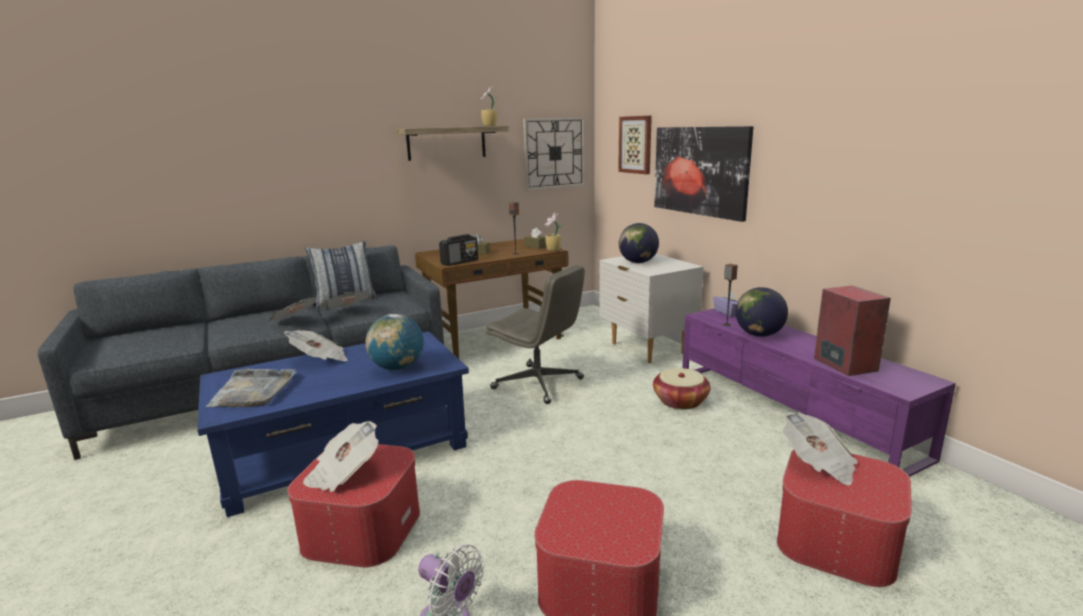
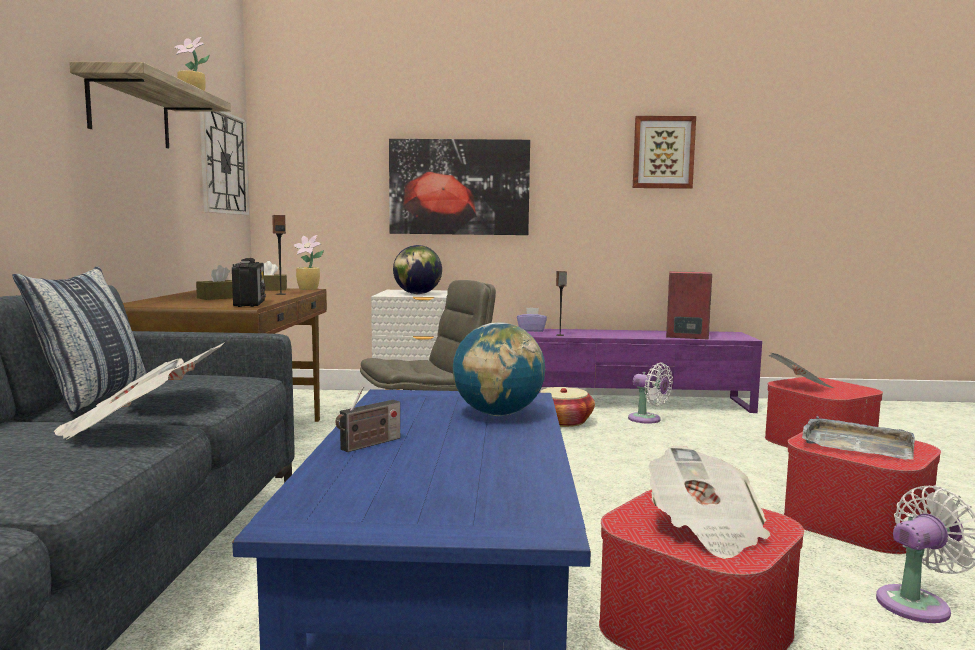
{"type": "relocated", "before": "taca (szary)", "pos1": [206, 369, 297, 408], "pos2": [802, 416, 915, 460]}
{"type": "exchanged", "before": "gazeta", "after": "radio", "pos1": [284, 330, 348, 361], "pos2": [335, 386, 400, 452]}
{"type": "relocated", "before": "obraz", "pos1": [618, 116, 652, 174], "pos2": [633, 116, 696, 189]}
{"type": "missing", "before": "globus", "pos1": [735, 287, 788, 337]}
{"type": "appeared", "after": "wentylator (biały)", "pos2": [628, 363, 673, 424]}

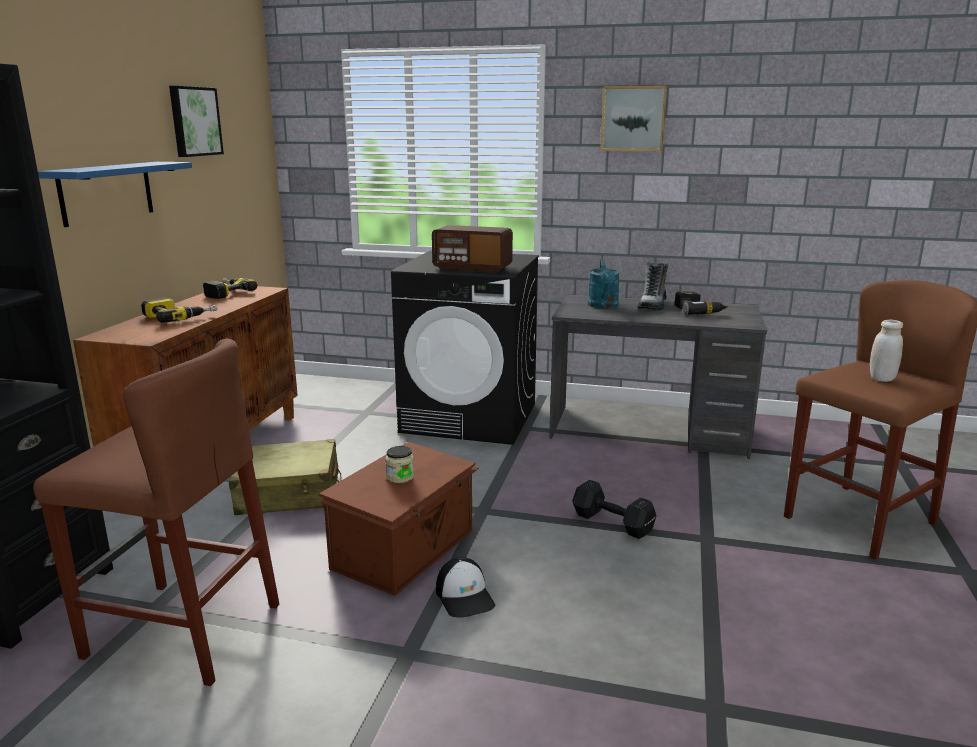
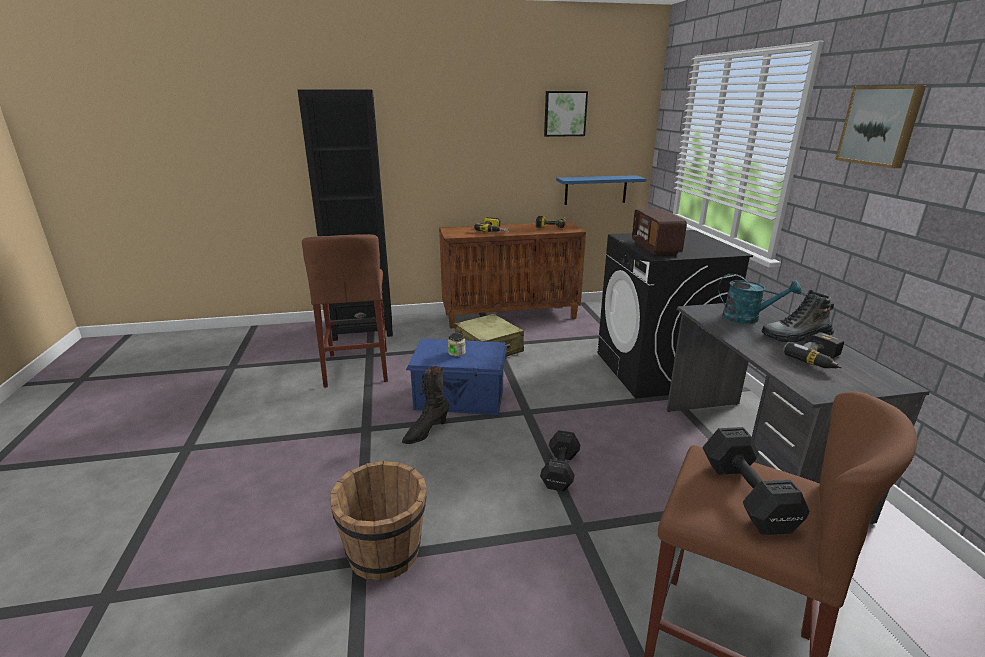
{"type": "relocated", "before": "półka (niebieski)", "pos1": [38, 162, 192, 227], "pos2": [556, 175, 646, 205]}
{"type": "colour", "before": "pojemnik do przechowywania (brązowy)", "after": "pojemnik do przechowywania (niebieski)", "pos1": [319, 442, 479, 596], "pos2": [406, 338, 507, 415]}
{"type": "exchanged", "before": "czapka z daszkiem", "after": "but z cholewką (czarny)", "pos1": [436, 557, 495, 618], "pos2": [402, 366, 449, 444]}
{"type": "spun", "before": "konewka (turkusowy)", "pos1": [588, 259, 620, 309], "pos2": [718, 273, 802, 324], "turn": -135}
{"type": "exchanged", "before": "słoik (biały)", "after": "hantel (czarny)", "pos1": [870, 320, 903, 382], "pos2": [702, 427, 810, 535]}
{"type": "appeared", "after": "wiadro (brązowy)", "pos2": [330, 461, 427, 580]}

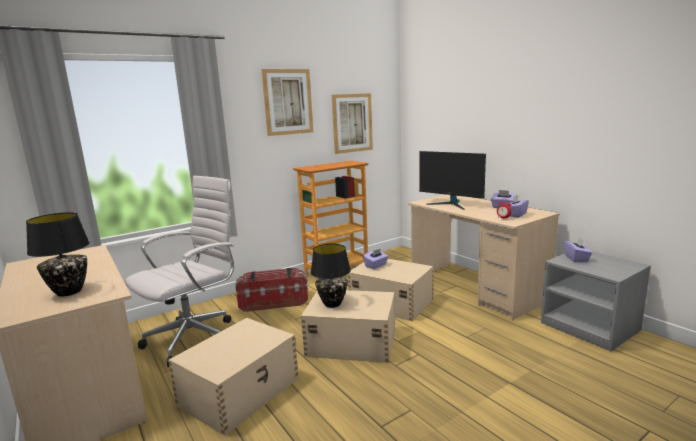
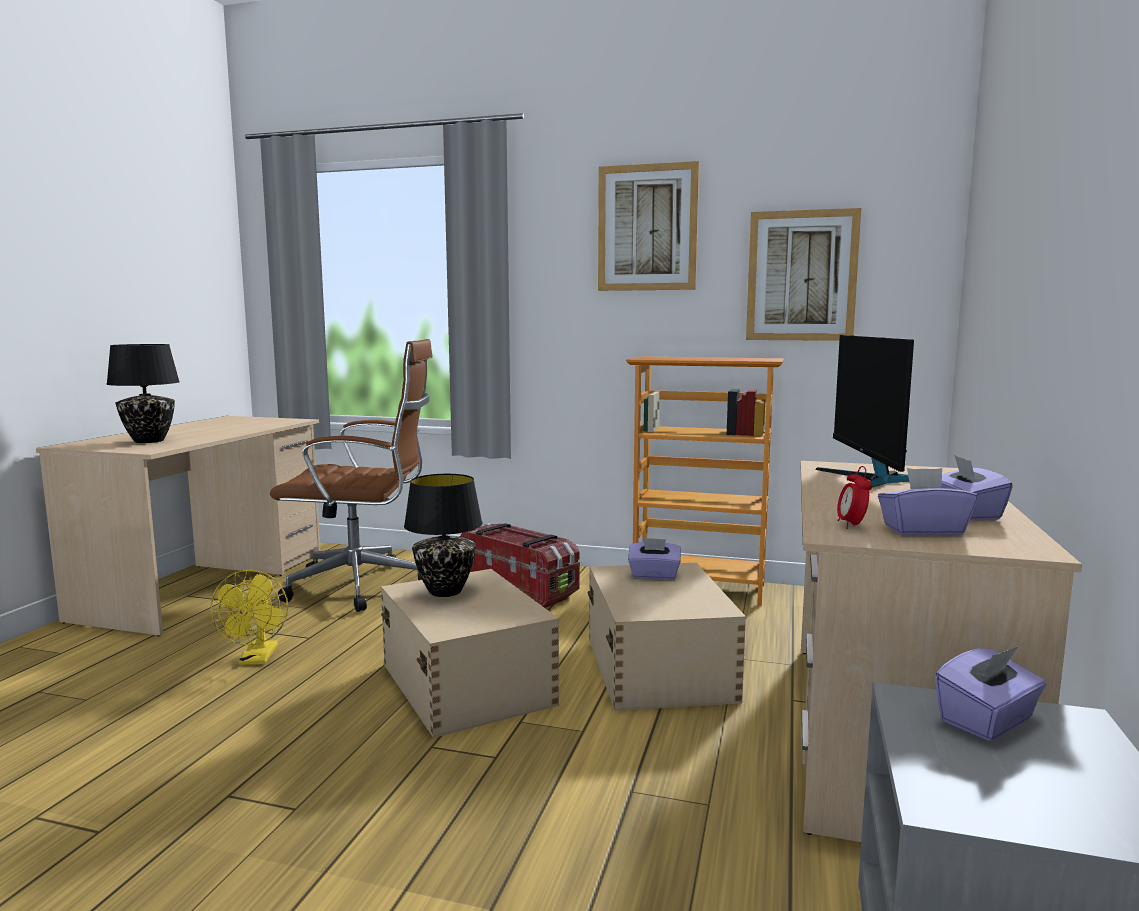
{"type": "colour", "before": "krzesło biurowe (biały)", "after": "krzesło biurowe (brązowy)", "pos1": [125, 176, 234, 367], "pos2": [270, 339, 433, 612]}
{"type": "exchanged", "before": "pojemnik do przechowywania (beżowy)", "after": "wentylator (żółty)", "pos1": [168, 318, 299, 436], "pos2": [210, 570, 288, 665]}

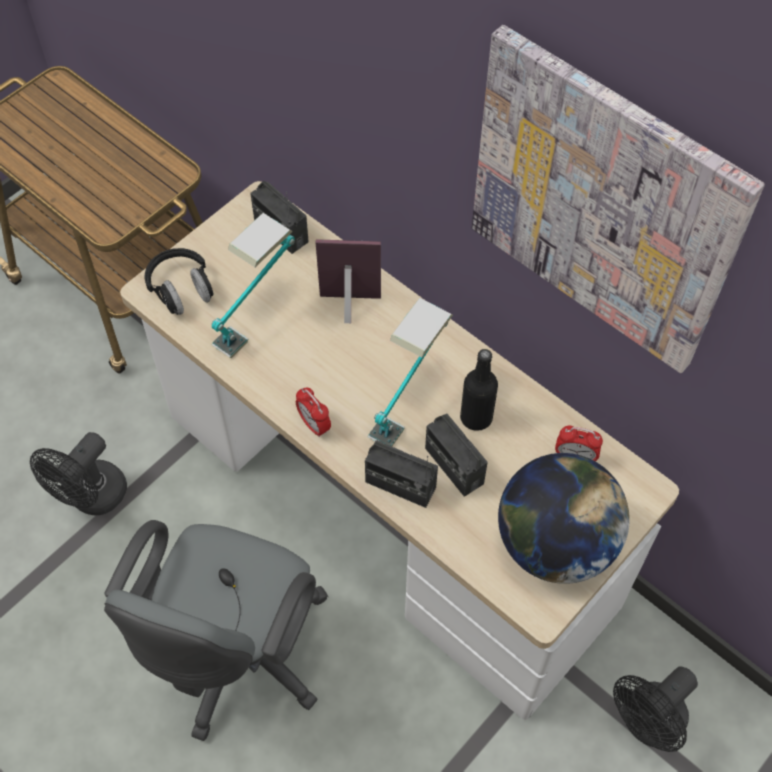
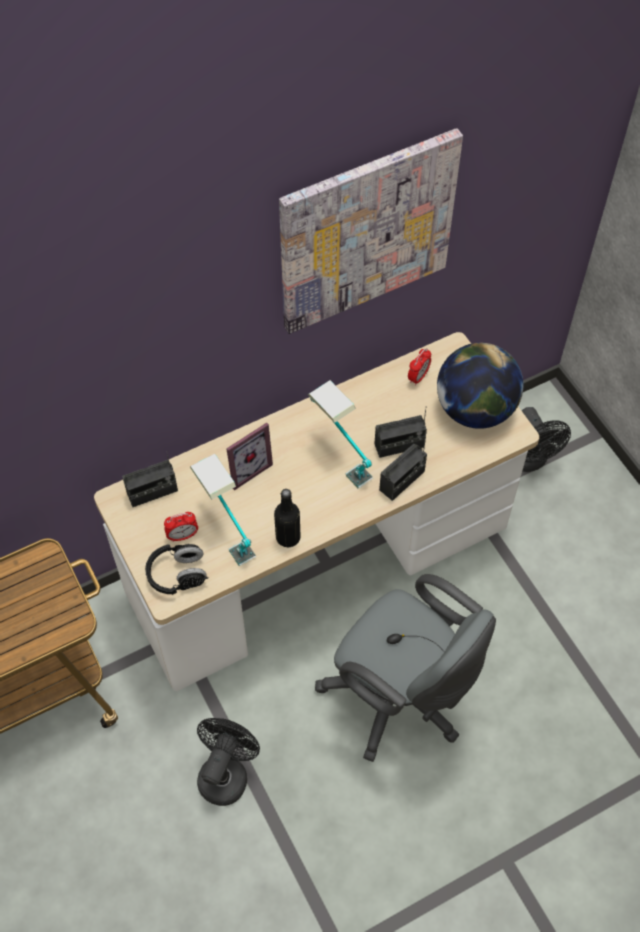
{"type": "spun", "before": "wentylator (czarny)", "pos1": [30, 432, 127, 516], "pos2": [197, 718, 260, 806], "turn": -120}
{"type": "relocated", "before": "budzik", "pos1": [296, 388, 331, 437], "pos2": [164, 512, 198, 542]}
{"type": "spun", "before": "ramka na zdjęcie", "pos1": [316, 239, 381, 323], "pos2": [227, 423, 273, 490], "turn": -150}
{"type": "relocated", "before": "butelka (czarny)", "pos1": [460, 349, 498, 431], "pos2": [274, 489, 300, 547]}

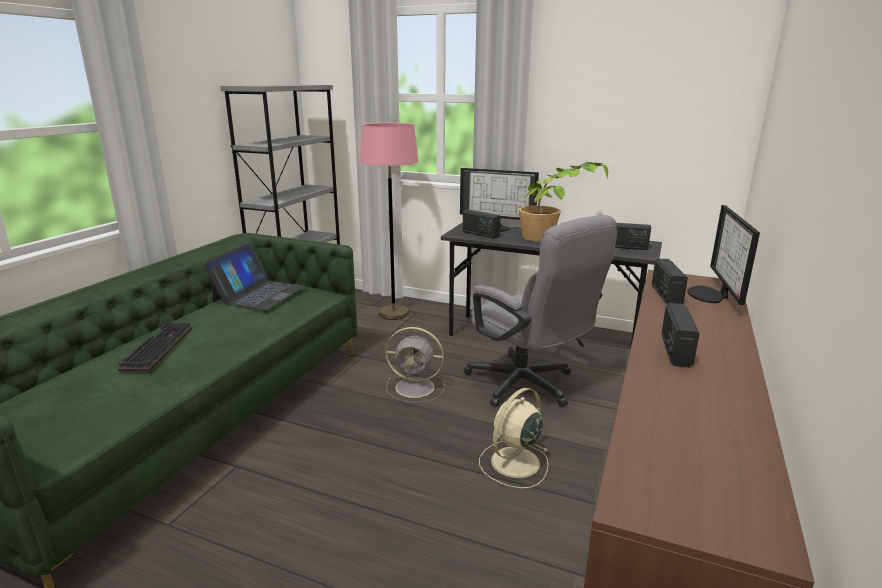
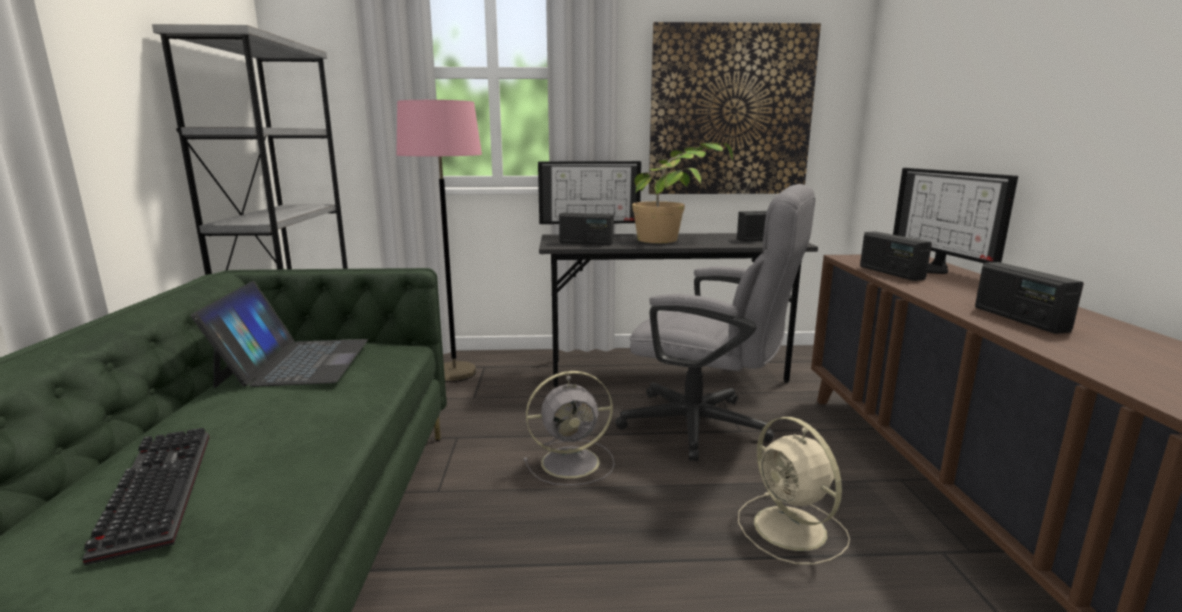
{"type": "spun", "before": "wentylator (beżowy)", "pos1": [479, 388, 549, 489], "pos2": [738, 417, 850, 565], "turn": -45}
{"type": "appeared", "after": "obraz", "pos2": [649, 22, 821, 194]}

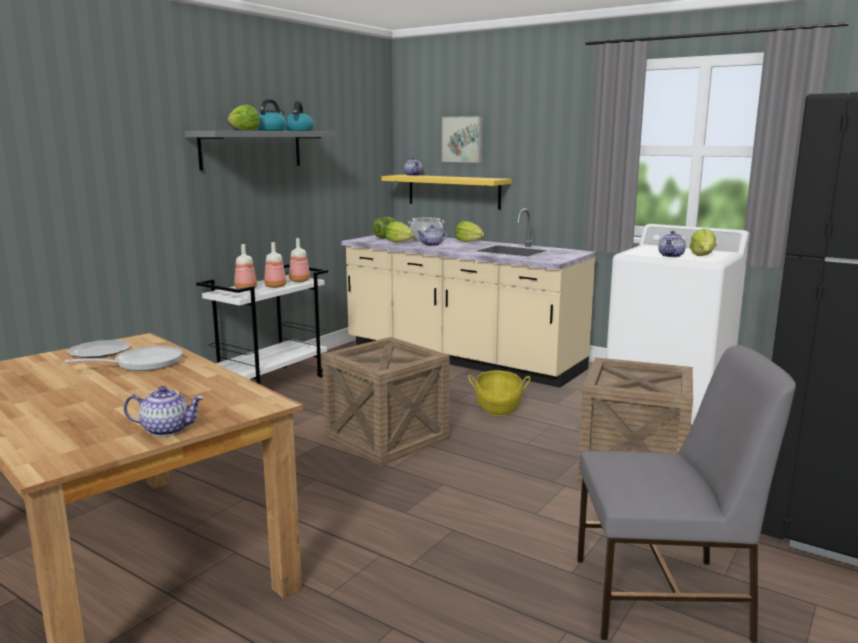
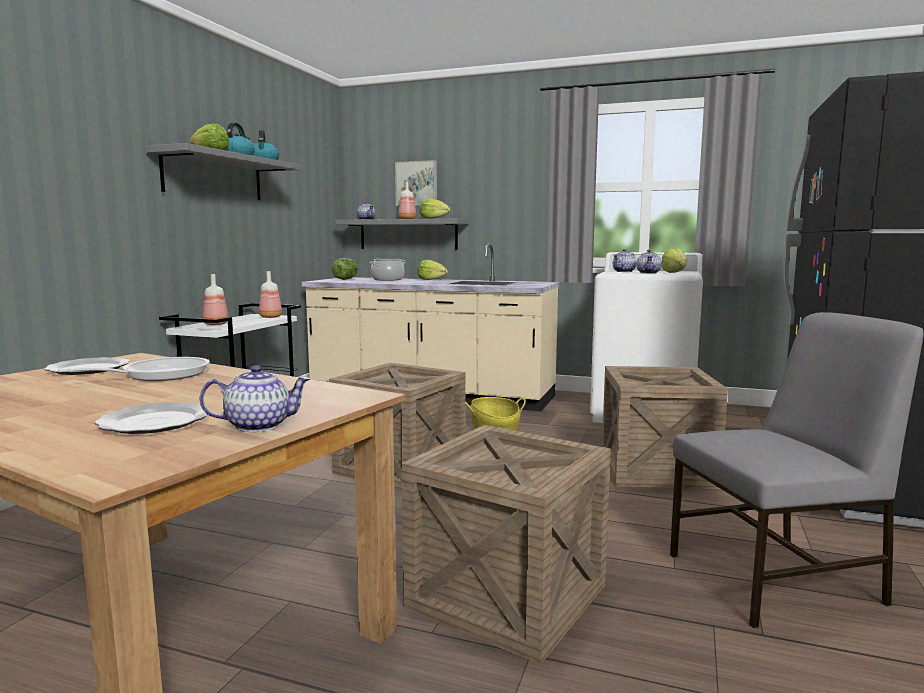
{"type": "relocated", "before": "butelka", "pos1": [264, 242, 286, 288], "pos2": [398, 182, 416, 219]}
{"type": "colour", "before": "półka (żółty)", "after": "półka (szary)", "pos1": [381, 175, 512, 210], "pos2": [335, 219, 468, 250]}
{"type": "relocated", "before": "sałata", "pos1": [385, 221, 414, 242], "pos2": [420, 198, 451, 219]}
{"type": "relocated", "before": "imbryk", "pos1": [417, 225, 447, 246], "pos2": [613, 249, 636, 272]}
{"type": "appeared", "after": "talerz", "pos2": [95, 402, 210, 434]}
{"type": "appeared", "after": "skrzynka", "pos2": [401, 425, 611, 664]}

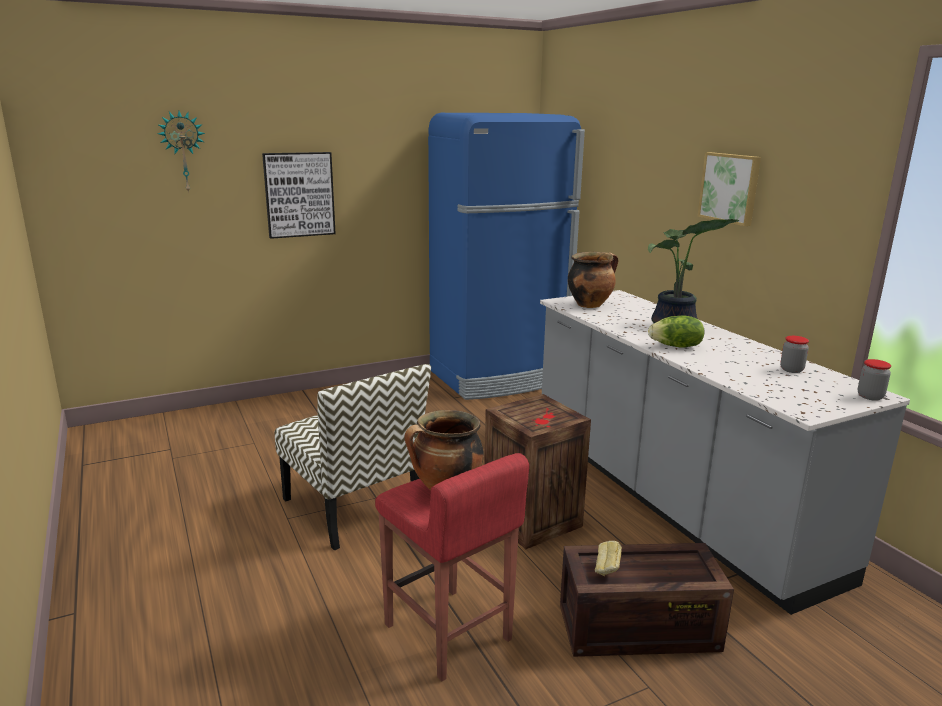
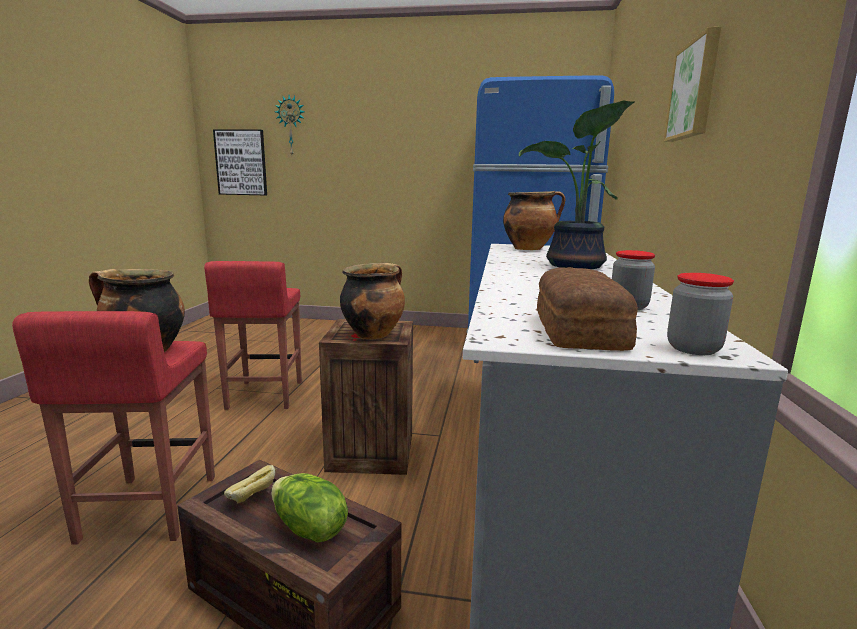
{"type": "relocated", "before": "obraz", "pos1": [262, 152, 336, 239], "pos2": [213, 130, 267, 195]}
{"type": "exchanged", "before": "krzesło", "after": "stołek (czerwony)", "pos1": [275, 364, 431, 550], "pos2": [204, 261, 302, 409]}
{"type": "relocated", "before": "sałata", "pos1": [648, 316, 704, 348], "pos2": [271, 473, 348, 543]}
{"type": "appeared", "after": "garnek", "pos2": [340, 263, 405, 339]}
{"type": "appeared", "after": "chleb", "pos2": [537, 267, 638, 351]}

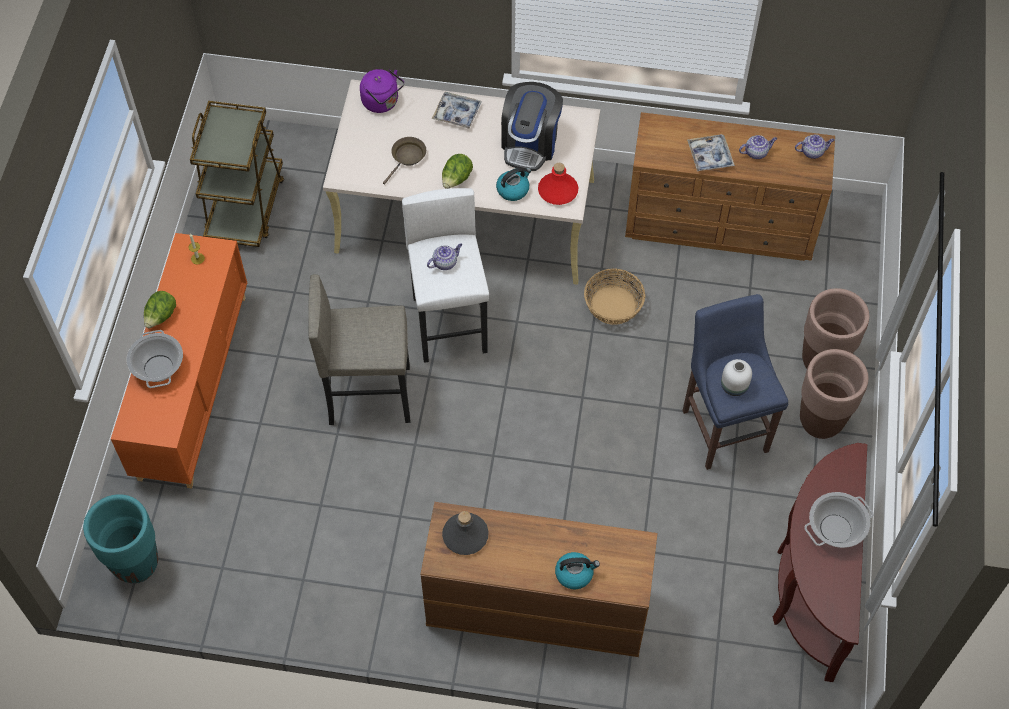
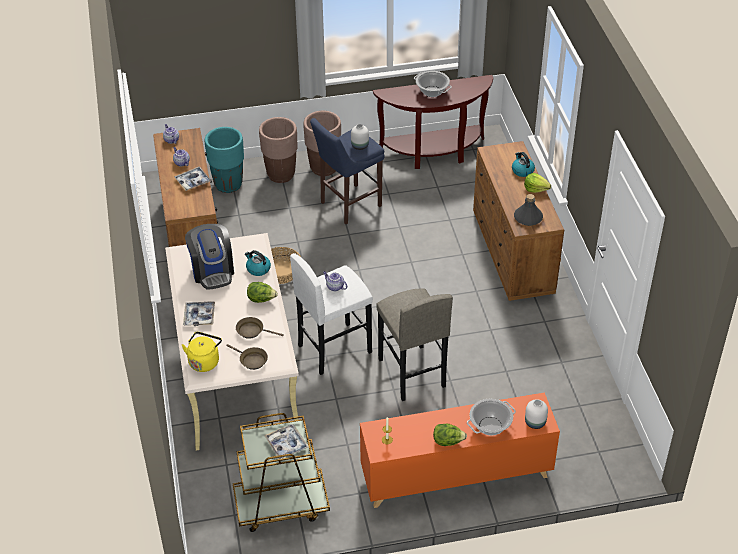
{"type": "relocated", "before": "donica (turkusowy)", "pos1": [83, 494, 158, 583], "pos2": [205, 127, 244, 193]}
{"type": "colour", "before": "czajnik (fioletowy)", "after": "czajnik (żółty)", "pos1": [360, 69, 404, 113], "pos2": [182, 332, 222, 372]}
{"type": "spun", "before": "ekspres do kawy", "pos1": [501, 82, 563, 171], "pos2": [185, 224, 234, 289], "turn": 75}
{"type": "missing", "before": "butelka (czerwony)", "pos1": [538, 163, 578, 205]}
{"type": "appeared", "after": "patelnia (brązowy)", "pos2": [226, 344, 268, 370]}
{"type": "appeared", "after": "taca", "pos2": [264, 424, 309, 459]}
{"type": "appeared", "after": "sałata", "pos2": [524, 173, 551, 193]}
{"type": "appeared", "after": "wazon (biały)", "pos2": [525, 399, 548, 429]}

